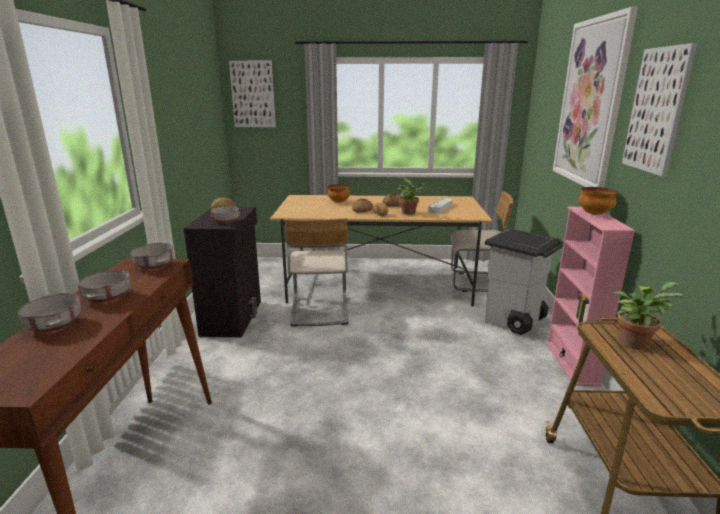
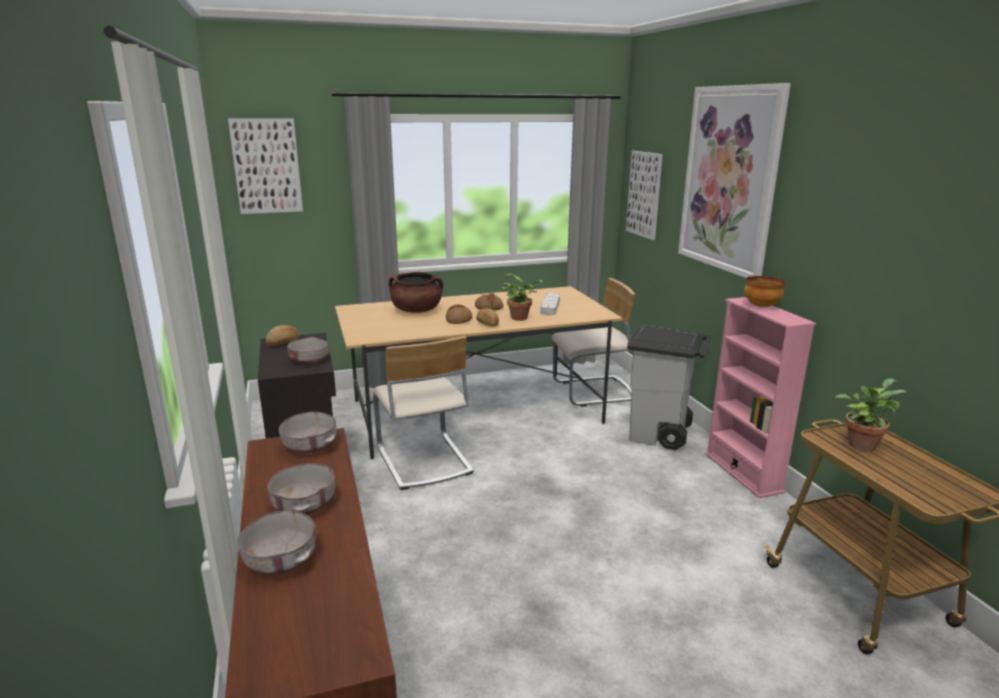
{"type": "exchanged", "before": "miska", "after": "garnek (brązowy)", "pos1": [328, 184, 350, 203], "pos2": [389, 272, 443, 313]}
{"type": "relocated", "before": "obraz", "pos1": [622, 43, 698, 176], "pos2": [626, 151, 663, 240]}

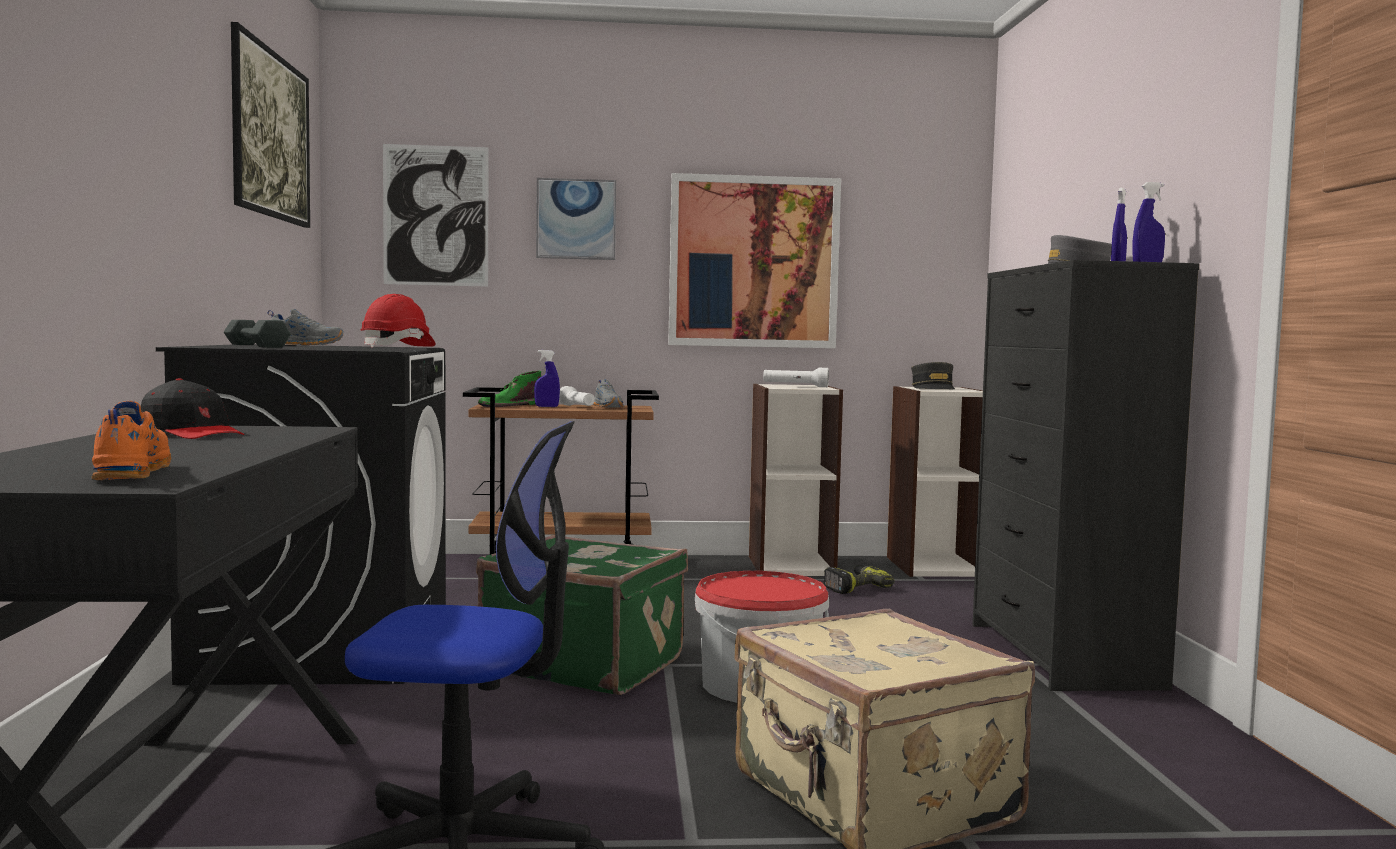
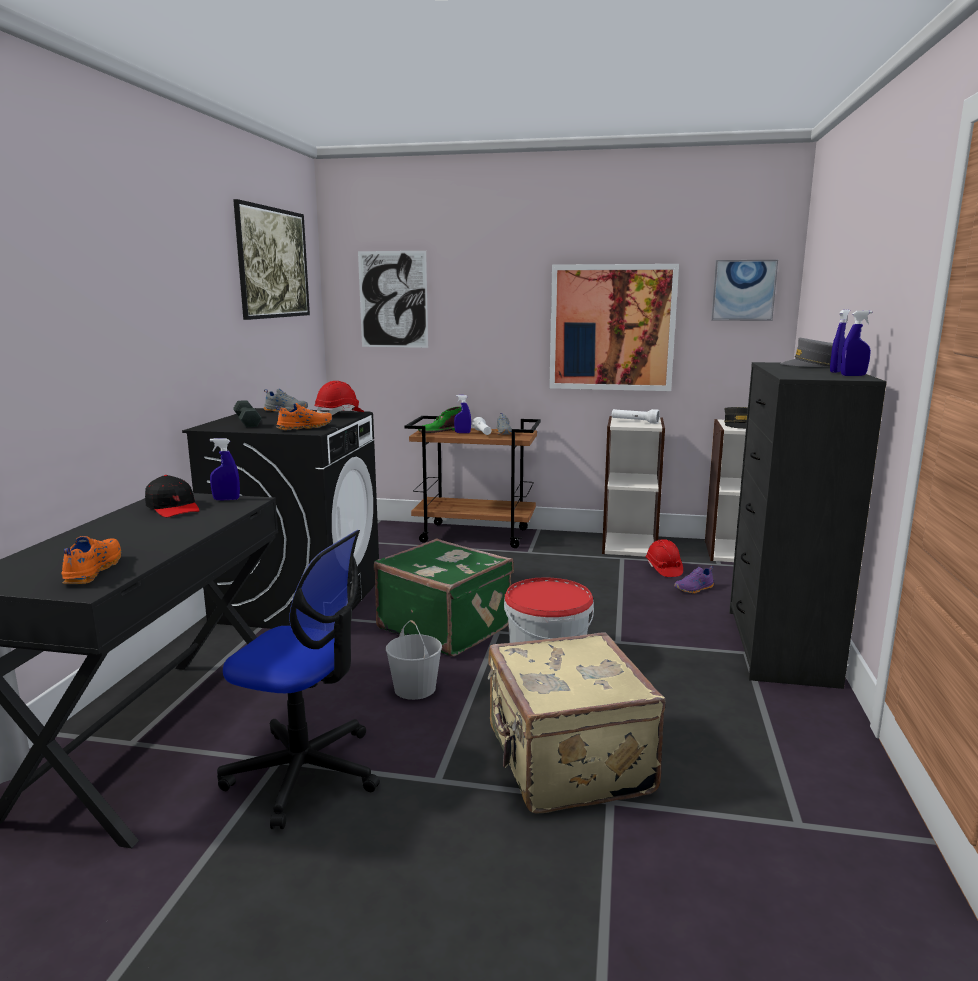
{"type": "relocated", "before": "obraz", "pos1": [536, 178, 616, 260], "pos2": [711, 260, 778, 321]}
{"type": "exchanged", "before": "wiertarka", "after": "kask (czerwony)", "pos1": [824, 565, 895, 594], "pos2": [645, 539, 683, 577]}
{"type": "appeared", "after": "spryskiwacz (niebieski)", "pos2": [210, 438, 240, 500]}
{"type": "appeared", "after": "but (pomarańczowy)", "pos2": [276, 403, 332, 430]}
{"type": "appeared", "after": "wiadro (biały)", "pos2": [386, 620, 442, 700]}
{"type": "appeared", "after": "but (fioletowy)", "pos2": [674, 566, 714, 594]}

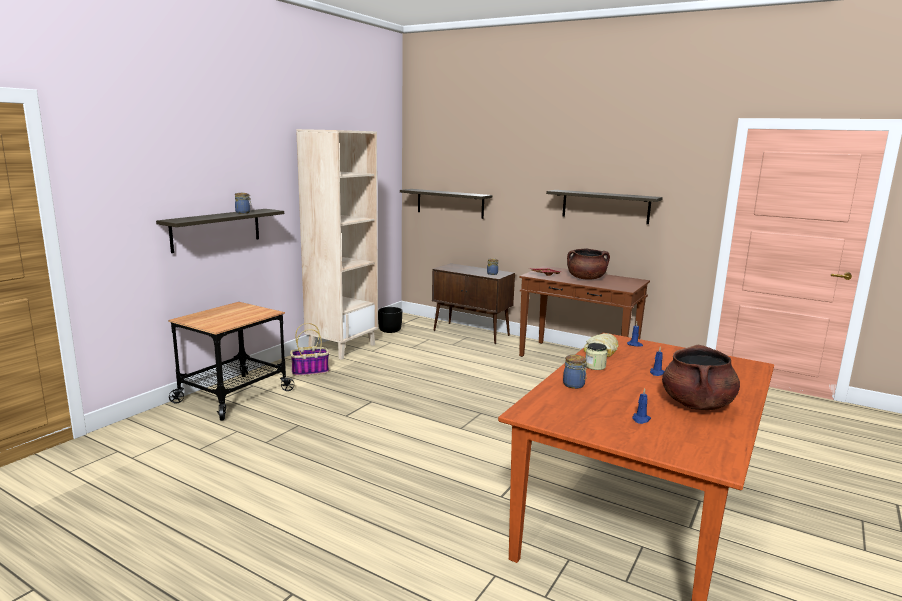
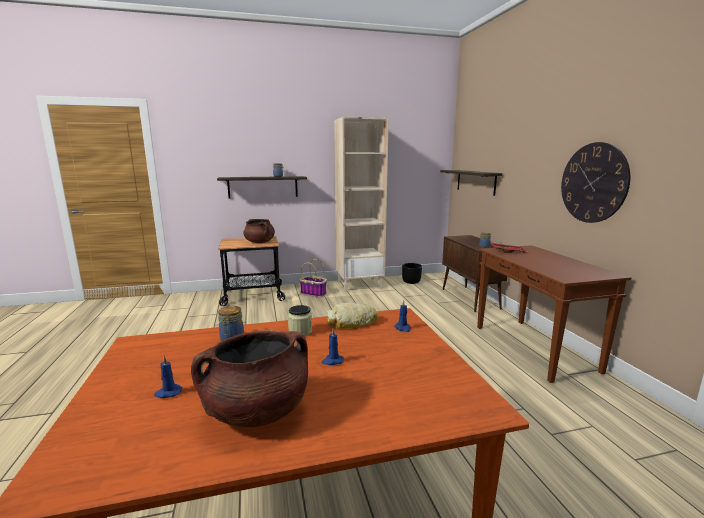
{"type": "exchanged", "before": "półka", "after": "zegar ścienny", "pos1": [546, 190, 663, 224], "pos2": [561, 142, 630, 223]}
{"type": "relocated", "before": "garnek (brązowy)", "pos1": [567, 249, 610, 280], "pos2": [243, 219, 275, 243]}

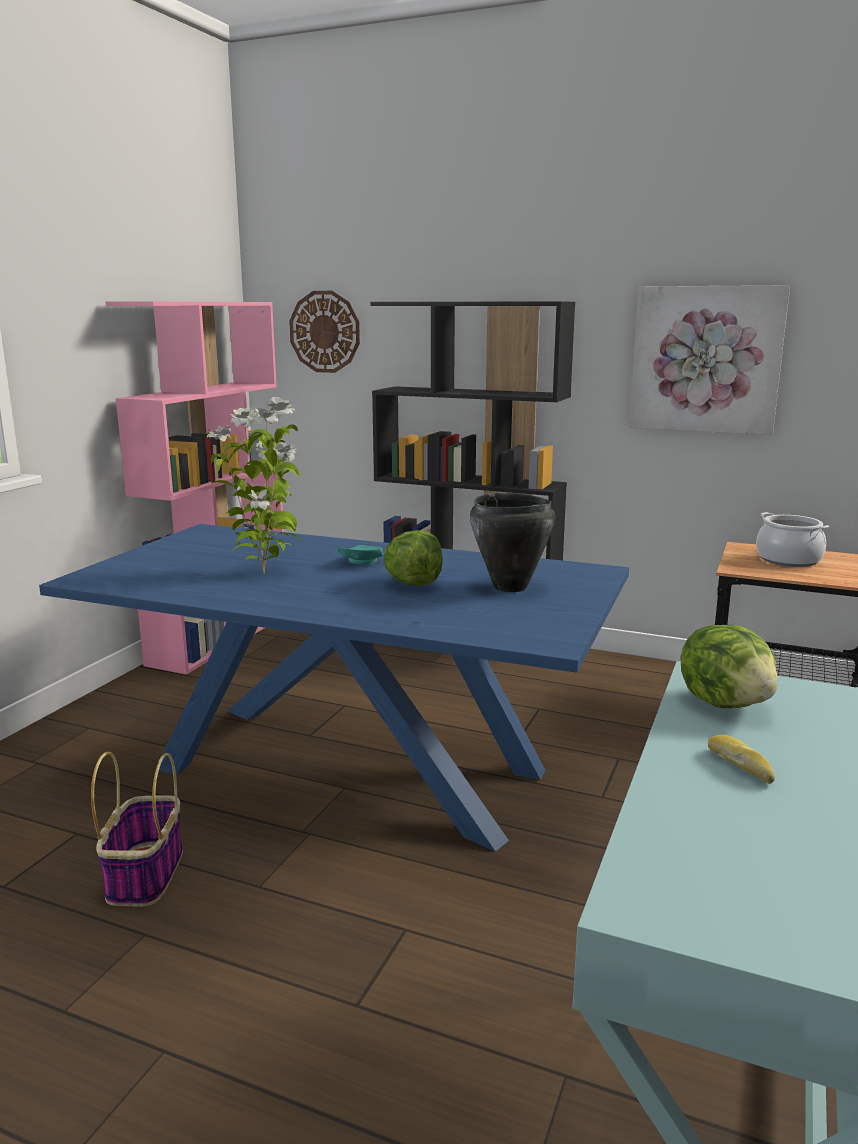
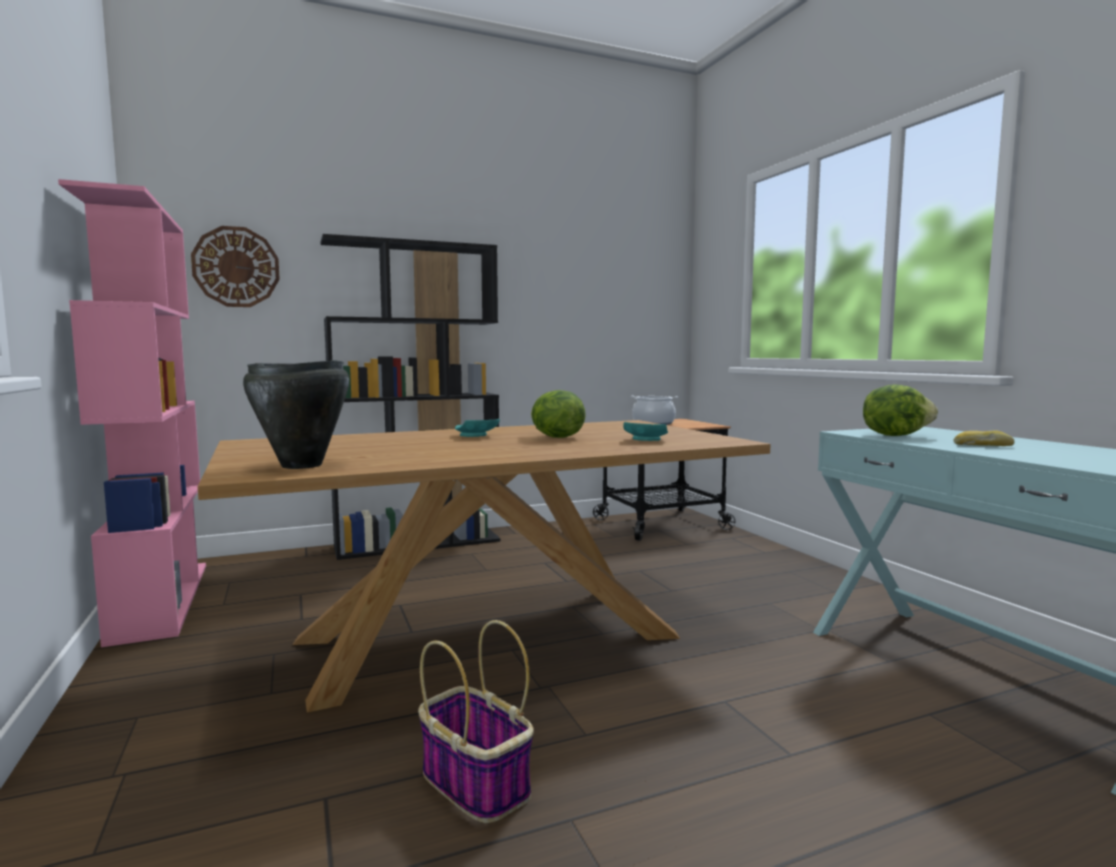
{"type": "colour", "before": "stół jadalny (niebieski)", "after": "stół jadalny (brązowy)", "pos1": [39, 524, 629, 852], "pos2": [198, 420, 770, 713]}
{"type": "missing", "before": "roślina doniczkowa", "pos1": [207, 397, 301, 574]}
{"type": "relocated", "before": "garnek (czarny)", "pos1": [470, 493, 556, 592], "pos2": [243, 360, 349, 469]}
{"type": "missing", "before": "obraz", "pos1": [629, 285, 790, 435]}
{"type": "appeared", "after": "talerz (turkusowy)", "pos2": [623, 422, 668, 441]}

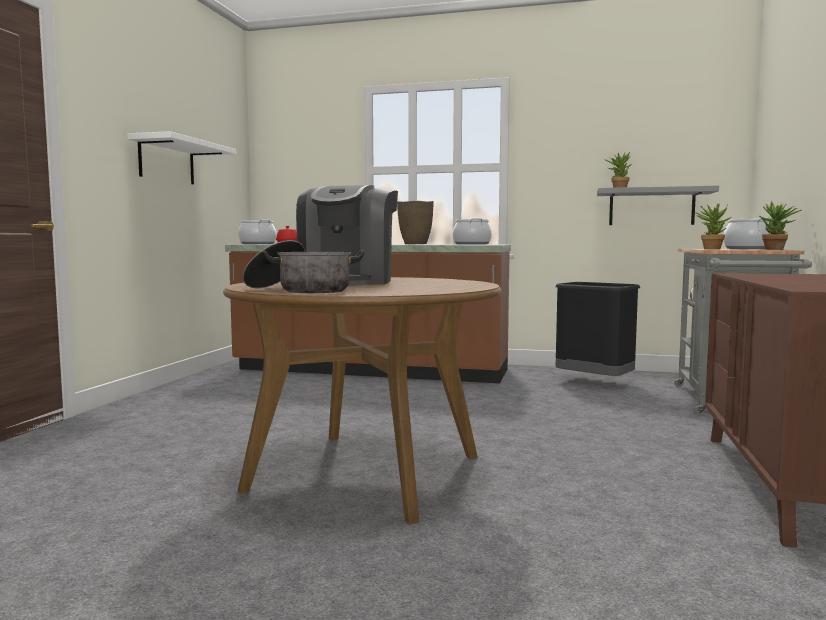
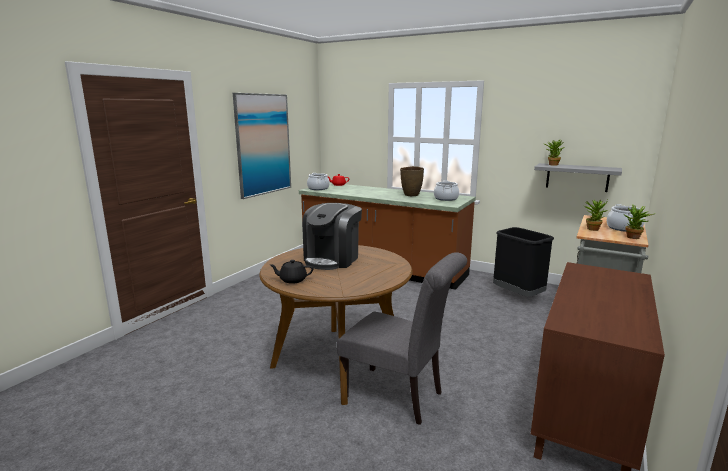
{"type": "exchanged", "before": "półka (biały)", "after": "obraz", "pos1": [127, 131, 236, 184], "pos2": [233, 93, 291, 199]}
{"type": "exchanged", "before": "garnek", "after": "imbryk (czarny)", "pos1": [243, 240, 365, 293], "pos2": [270, 260, 313, 284]}
{"type": "appeared", "after": "krzesło (szary)", "pos2": [337, 252, 467, 425]}

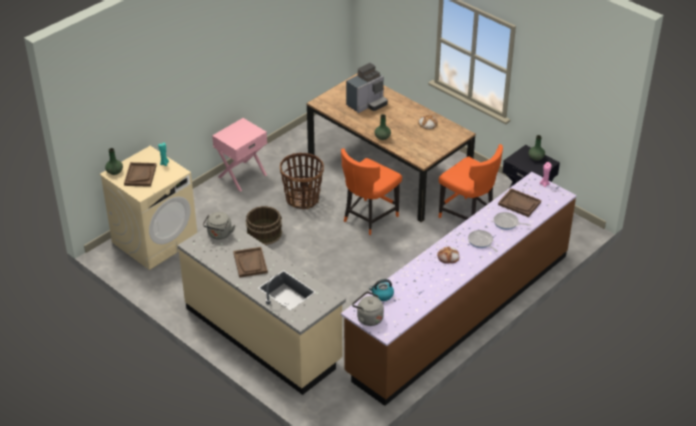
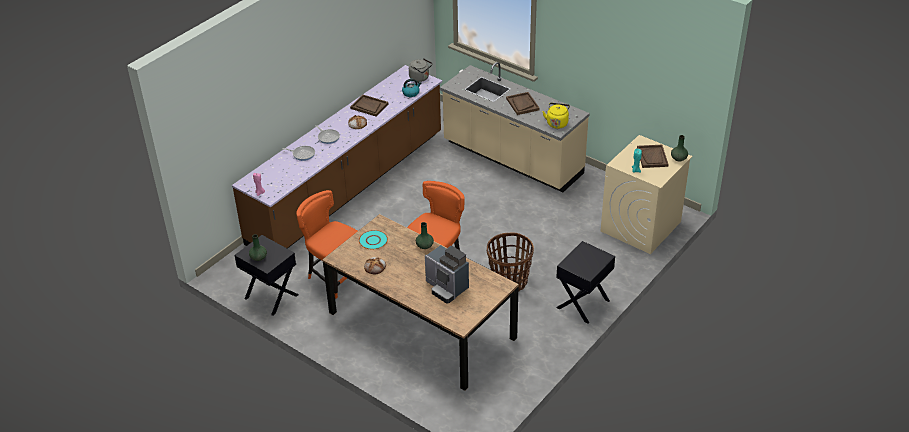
{"type": "colour", "before": "czajnik (szary)", "after": "czajnik (żółty)", "pos1": [203, 212, 235, 240], "pos2": [543, 103, 570, 129]}
{"type": "colour", "before": "szafka nocna (różowy)", "after": "szafka nocna (czarny)", "pos1": [212, 118, 267, 192], "pos2": [556, 241, 615, 324]}
{"type": "missing", "before": "wiadro (brązowy)", "pos1": [246, 206, 282, 245]}
{"type": "spun", "before": "ekspres do kawy", "pos1": [346, 63, 388, 113], "pos2": [425, 245, 469, 304], "turn": -90}
{"type": "relocated", "before": "taca (brązowy)", "pos1": [498, 188, 541, 217], "pos2": [350, 95, 388, 116]}
{"type": "appeared", "after": "talerz (turkusowy)", "pos2": [359, 230, 388, 250]}

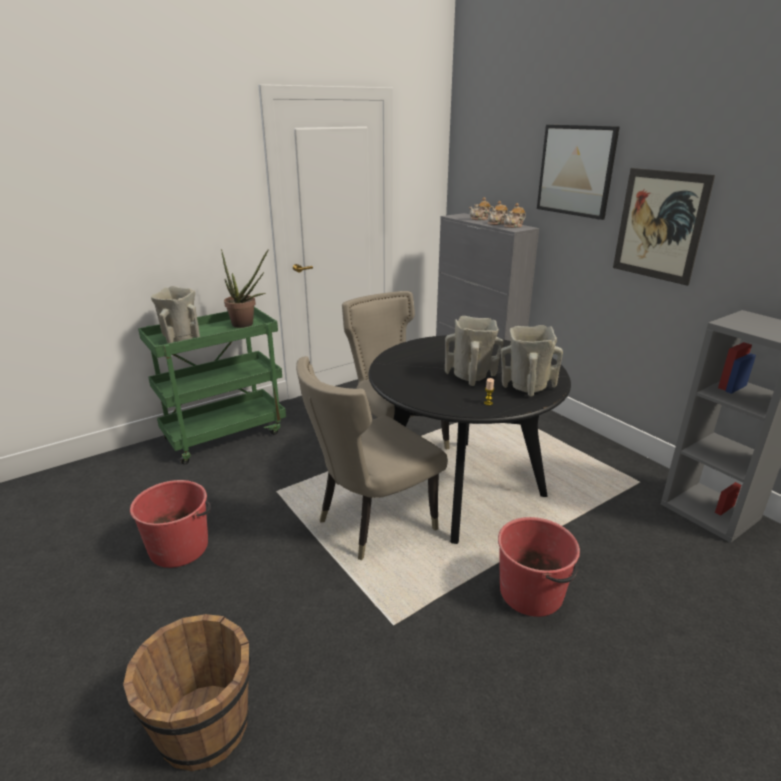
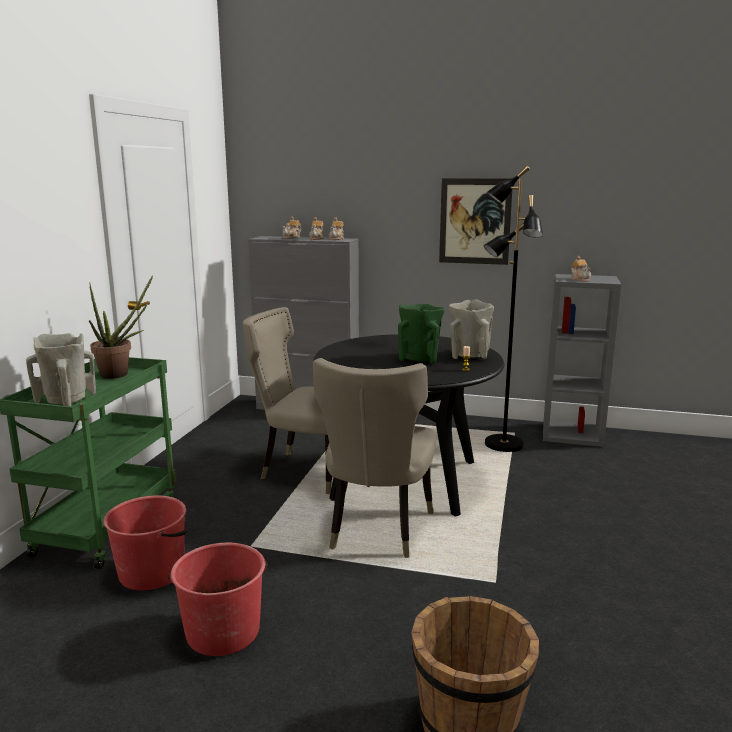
{"type": "colour", "before": "wazon (beżowy)", "after": "wazon (zielony)", "pos1": [445, 316, 504, 386], "pos2": [398, 304, 445, 364]}
{"type": "relocated", "before": "wiadro (czerwony)", "pos1": [498, 517, 580, 617], "pos2": [103, 495, 189, 590]}
{"type": "missing", "before": "obraz", "pos1": [537, 125, 620, 220]}
{"type": "appeared", "after": "lampa stojąca (czarny)", "pos2": [484, 166, 543, 452]}
{"type": "appeared", "after": "imbryk", "pos2": [571, 256, 591, 282]}

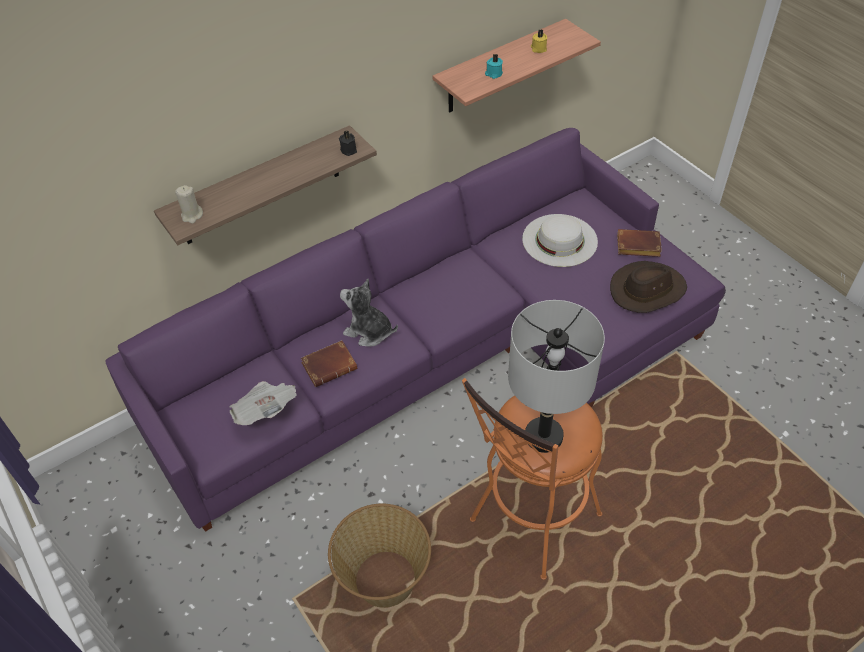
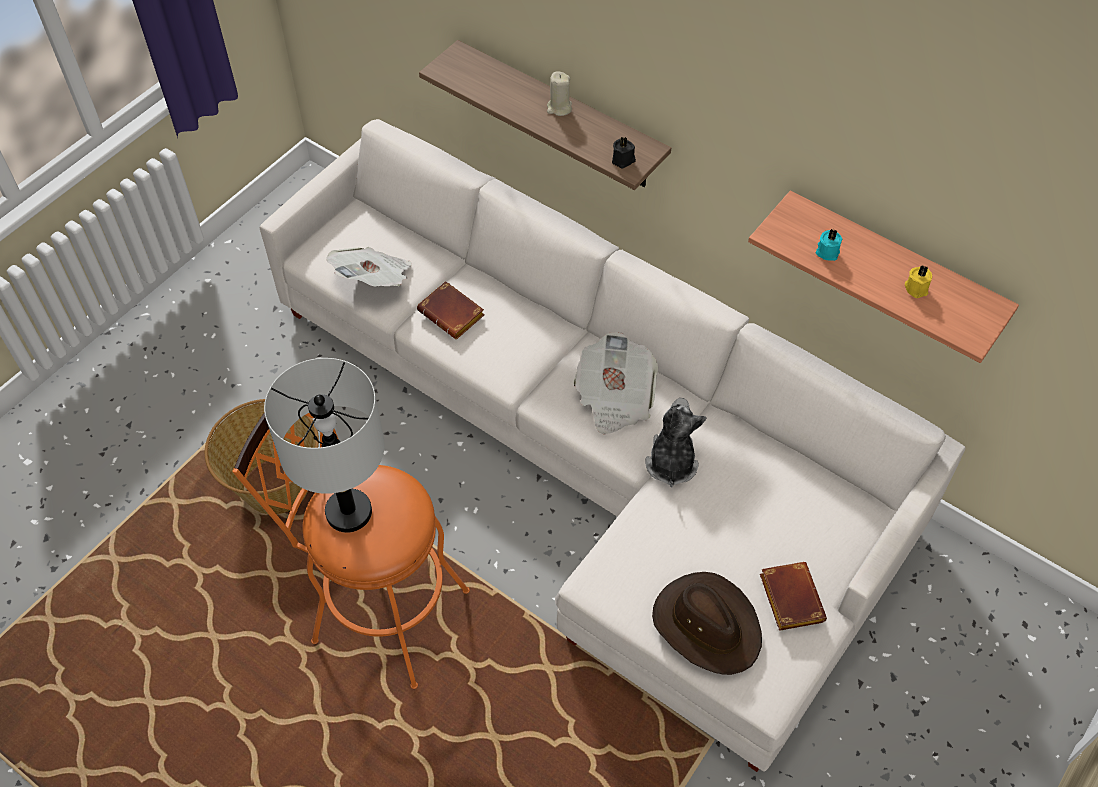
{"type": "colour", "before": "kanapa (fioletowy)", "after": "kanapa (biały)", "pos1": [106, 128, 726, 532], "pos2": [259, 119, 966, 772]}
{"type": "relocated", "before": "świeca (beżowy)", "pos1": [175, 185, 203, 223], "pos2": [547, 72, 572, 116]}
{"type": "relocated", "before": "pluszak", "pos1": [340, 279, 398, 347], "pos2": [645, 398, 707, 488]}
{"type": "missing", "before": "kapelusz (biały)", "pos1": [522, 214, 598, 267]}
{"type": "appeared", "after": "gazeta", "pos2": [573, 332, 658, 434]}

